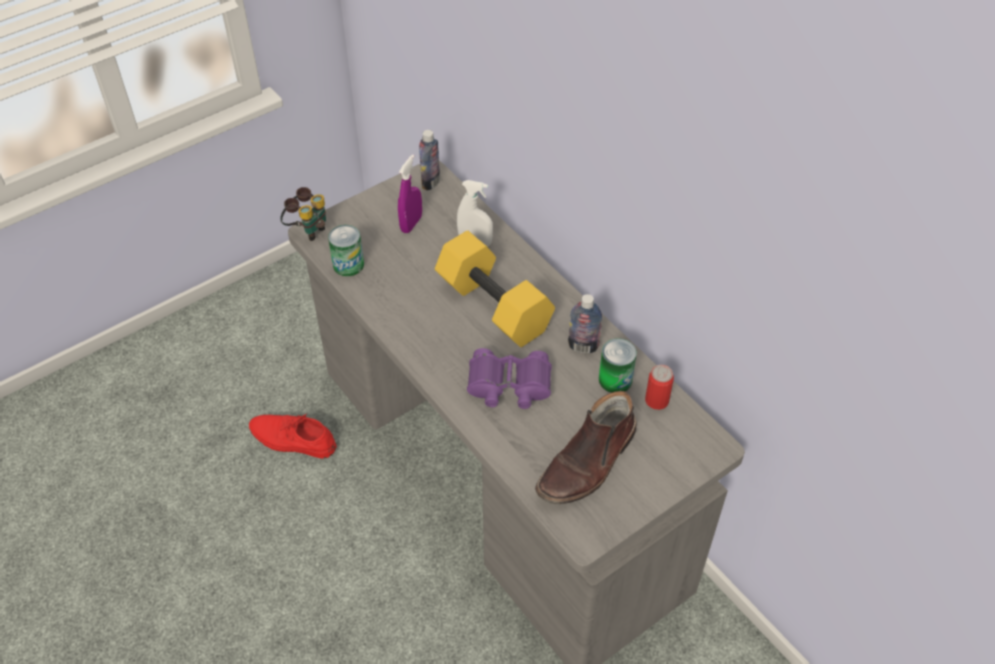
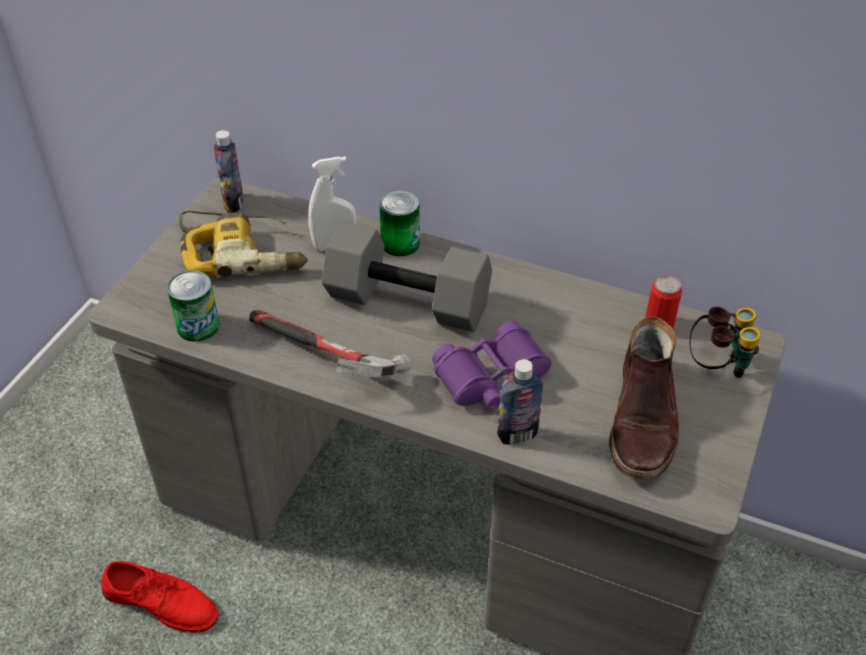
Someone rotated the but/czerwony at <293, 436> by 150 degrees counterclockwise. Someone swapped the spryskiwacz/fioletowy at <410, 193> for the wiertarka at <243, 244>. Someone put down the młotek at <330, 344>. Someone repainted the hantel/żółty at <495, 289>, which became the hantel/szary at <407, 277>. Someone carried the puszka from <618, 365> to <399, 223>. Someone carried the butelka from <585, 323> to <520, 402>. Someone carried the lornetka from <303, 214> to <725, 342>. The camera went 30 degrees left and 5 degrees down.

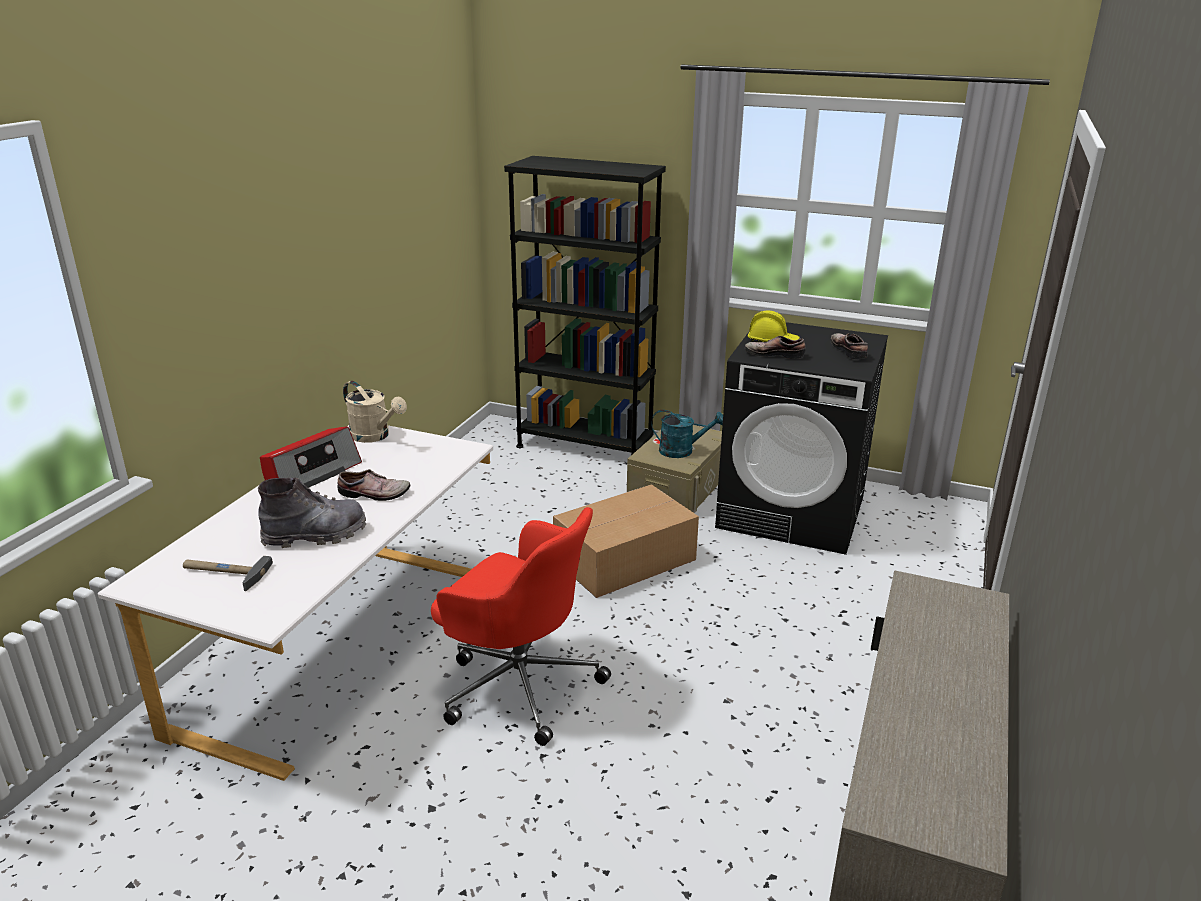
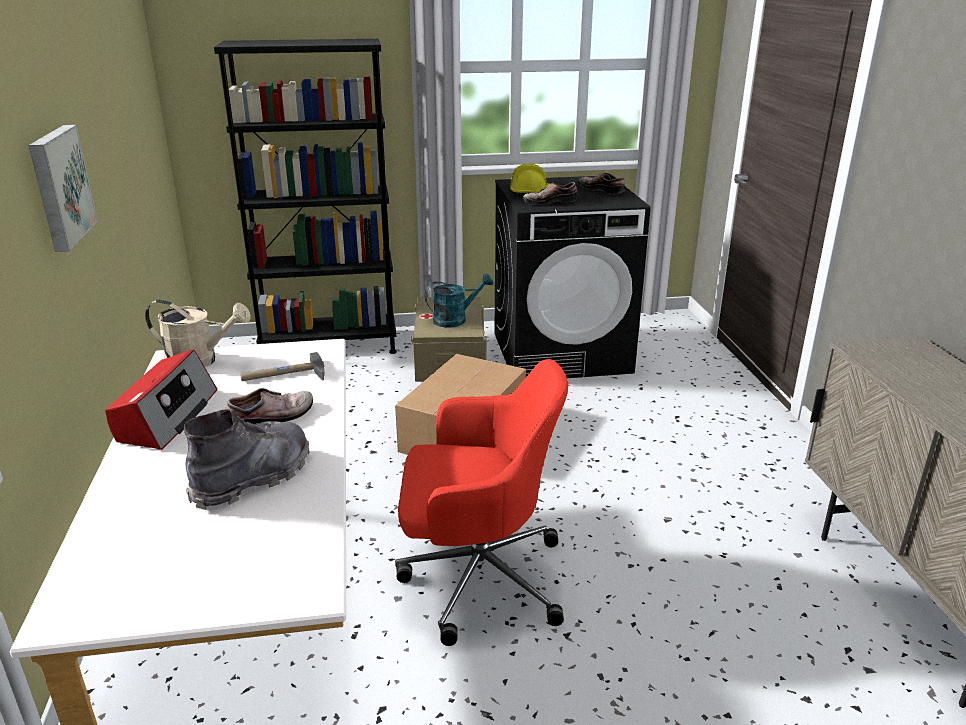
Someone put up the obraz at <63, 188>. Someone carried the młotek from <228, 573> to <282, 366>. The camera went 30 degrees left and 0 degrees up.

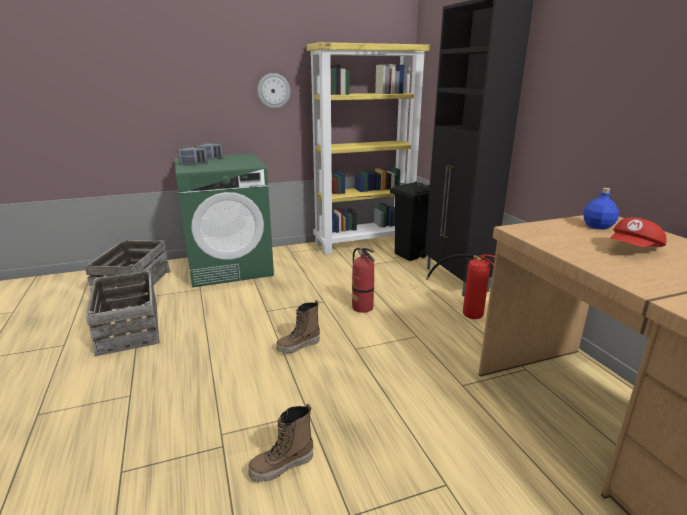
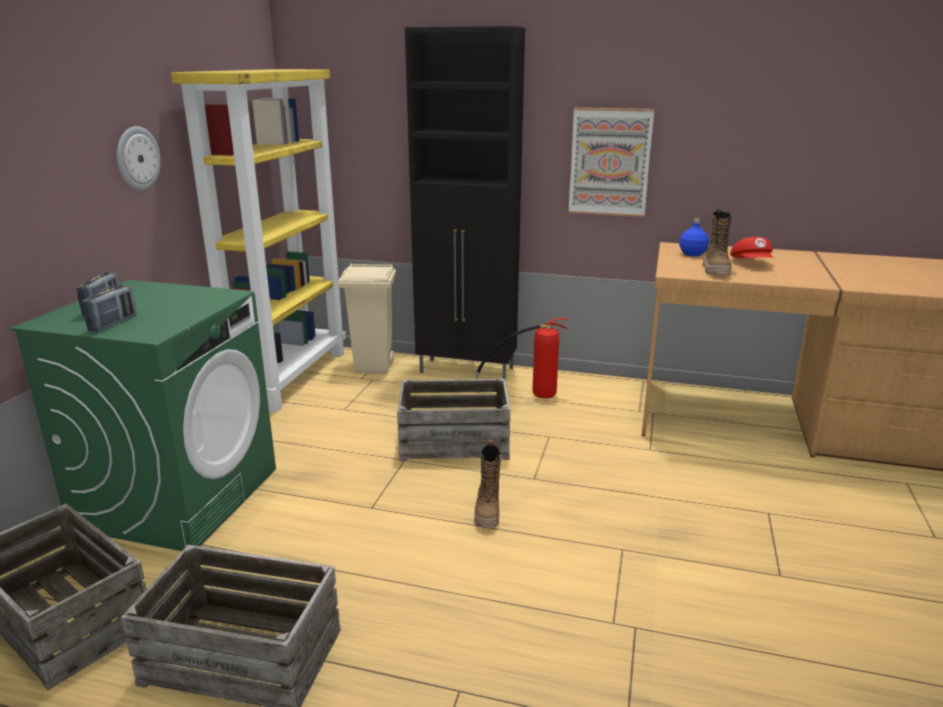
Someone repainted the kosz na śmieci/czarny at <410, 221>, which became the kosz na śmieci/beżowy at <367, 318>. Someone swapped the gaśnica at <363, 280> for the skrzynka at <453, 420>. Someone put up the obraz at <611, 162>. Someone carried the but z cholewką from <280, 443> to <718, 241>. The camera went 55 degrees left and 0 degrees up.

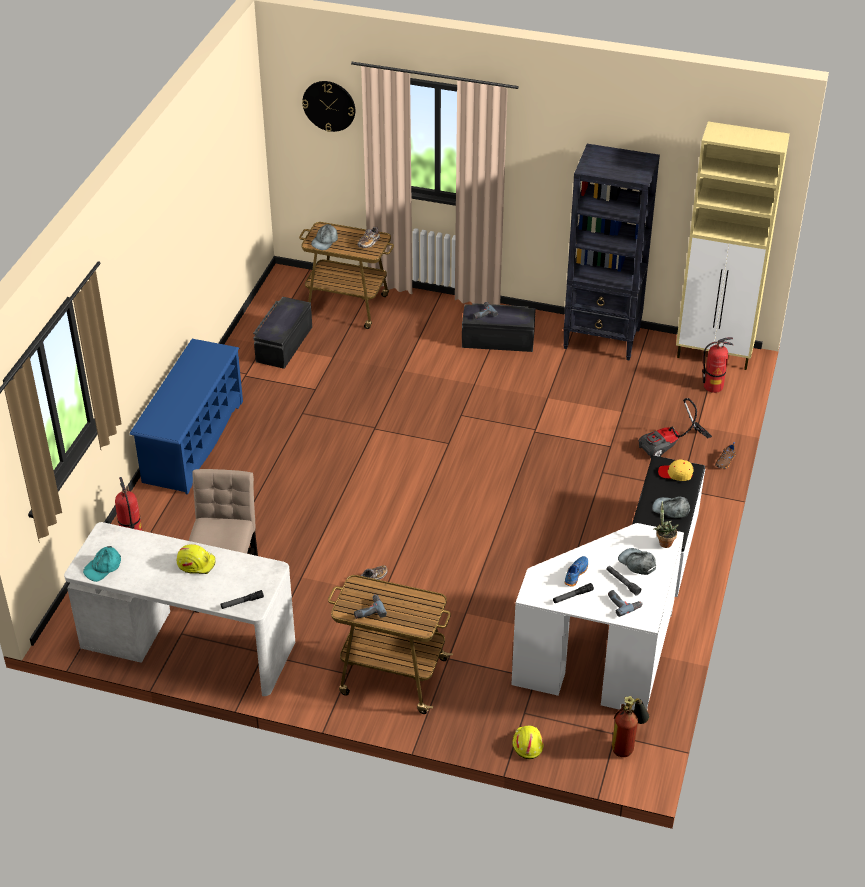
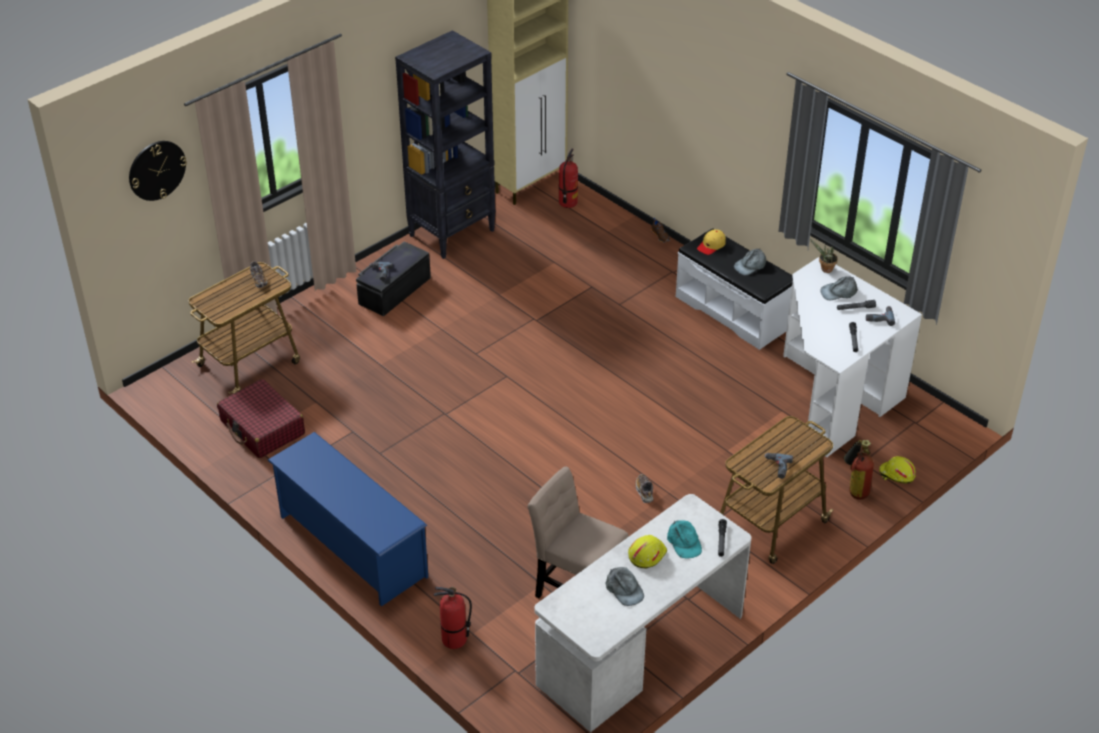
Someone swapped the pojemnik do przechowywania/czarny at <282, 333> for the walizka/czerwony at <261, 418>. Someone carried the czapka z daszkiem/szary from <324, 237> to <625, 586>. Someone carried the czapka z daszkiem/turkusowy from <102, 564> to <684, 539>. Someone carried the gaśnica from <630, 726> to <859, 470>. Someone took away the but/niebieski at <576, 571>. Someone took away the odkurzacz at <675, 428>. The camera went 60 degrees left and 0 degrees up.

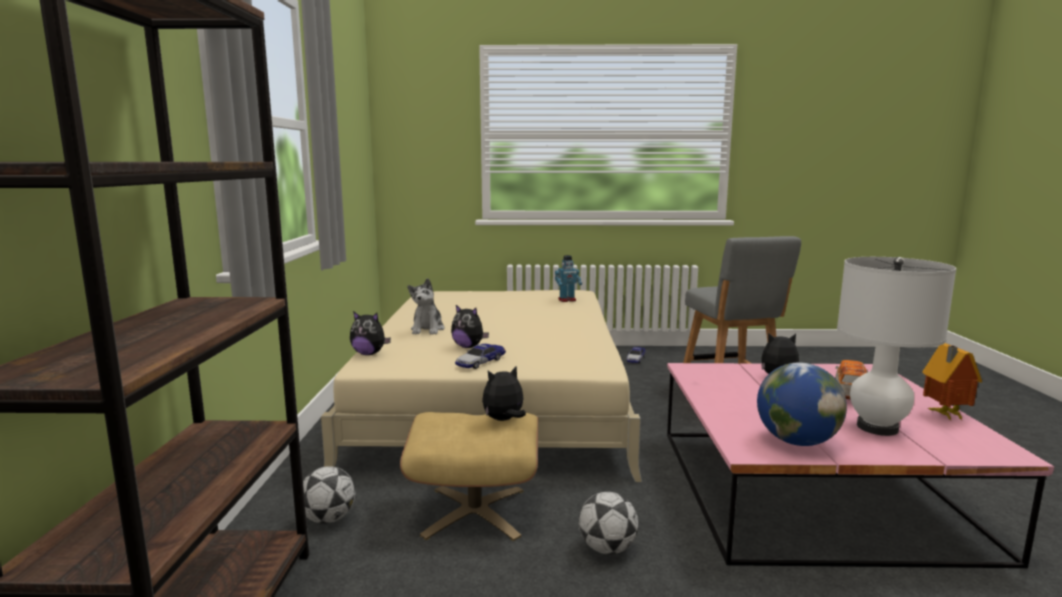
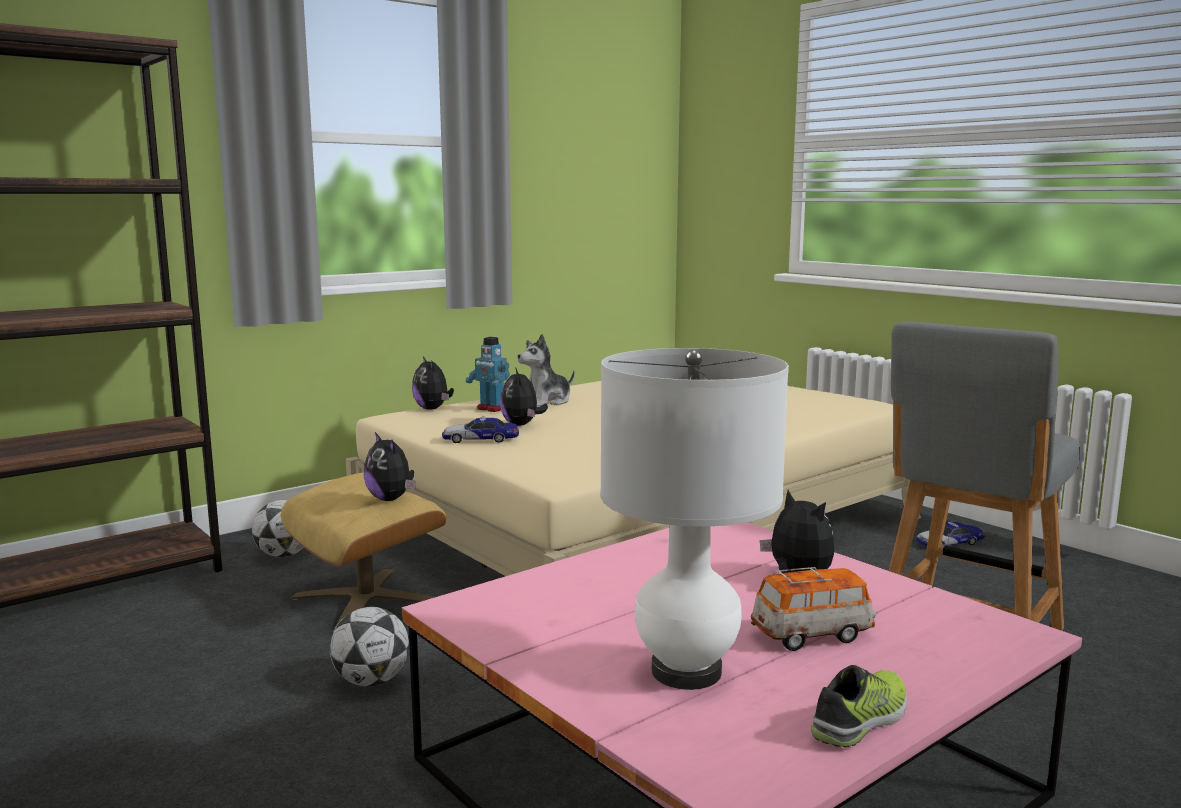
Someone rotated the pluszak at <504, 393> by 150 degrees counterclockwise. Someone carried the robot zabawkowy from <568, 278> to <488, 374>. Someone swapped the domek at <952, 381> for the but at <859, 706>. Someone took away the globus at <802, 404>. The camera went 50 degrees right and 0 degrees up.

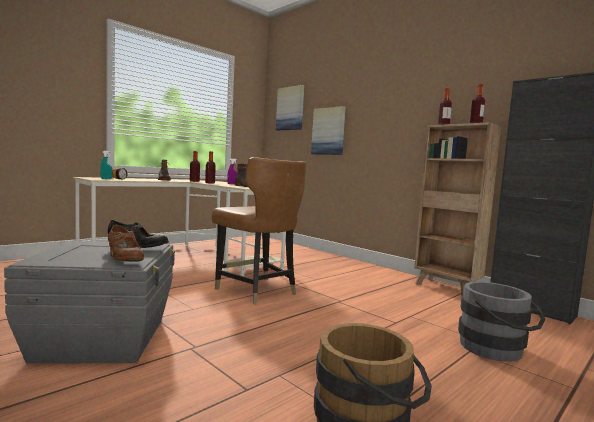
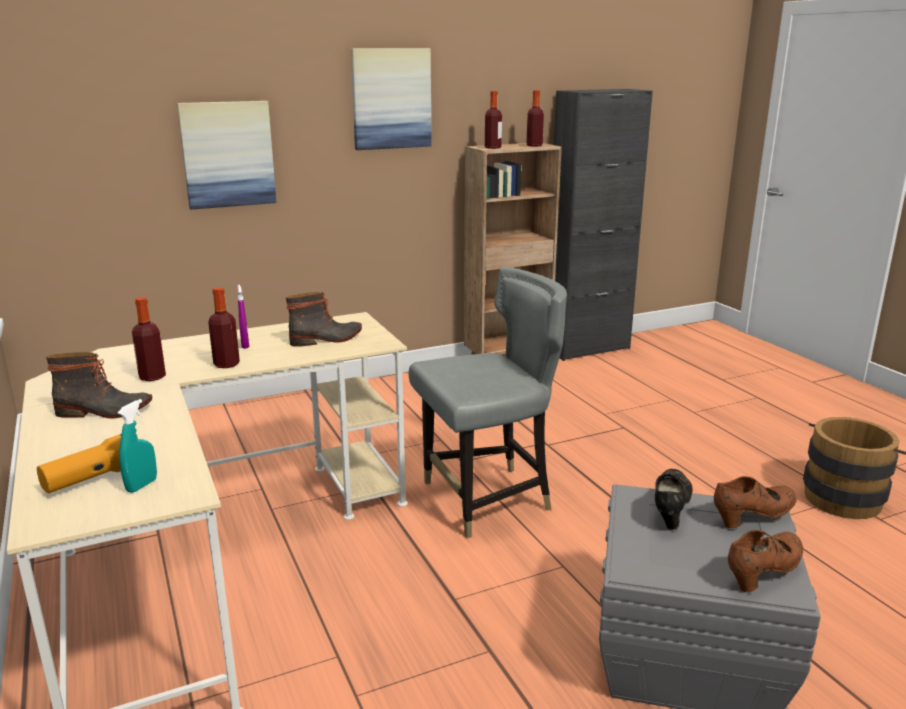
Someone carried the obraz from <290, 107> to <391, 99>. Someone repainted the krzesło/brązowy at <259, 230>, which became the krzesło/szary at <487, 402>. Someone put down the but/brązowy at <765, 561>. Someone took away the wiadro/szary at <501, 321>. The camera went 70 degrees left and 15 degrees up.

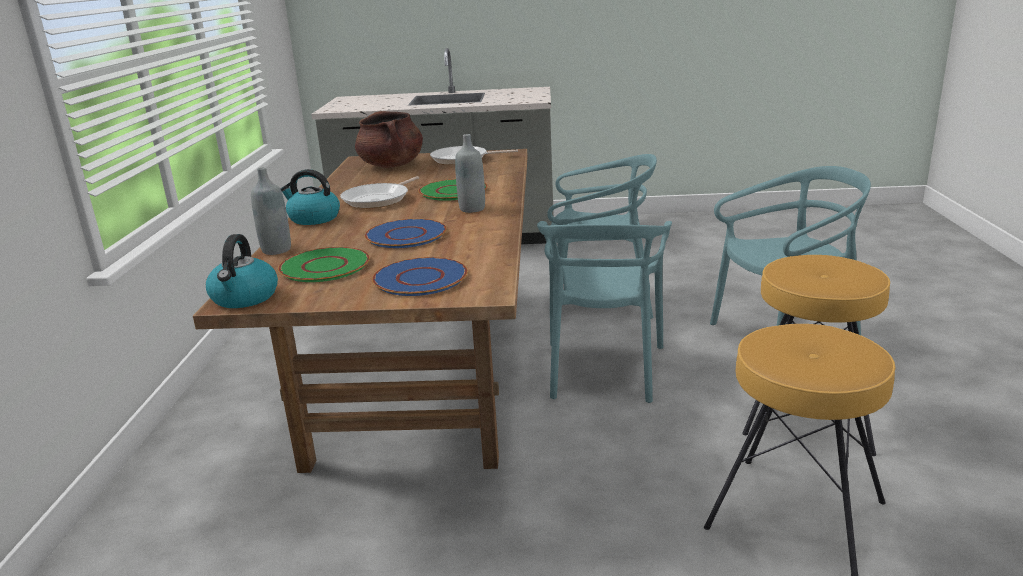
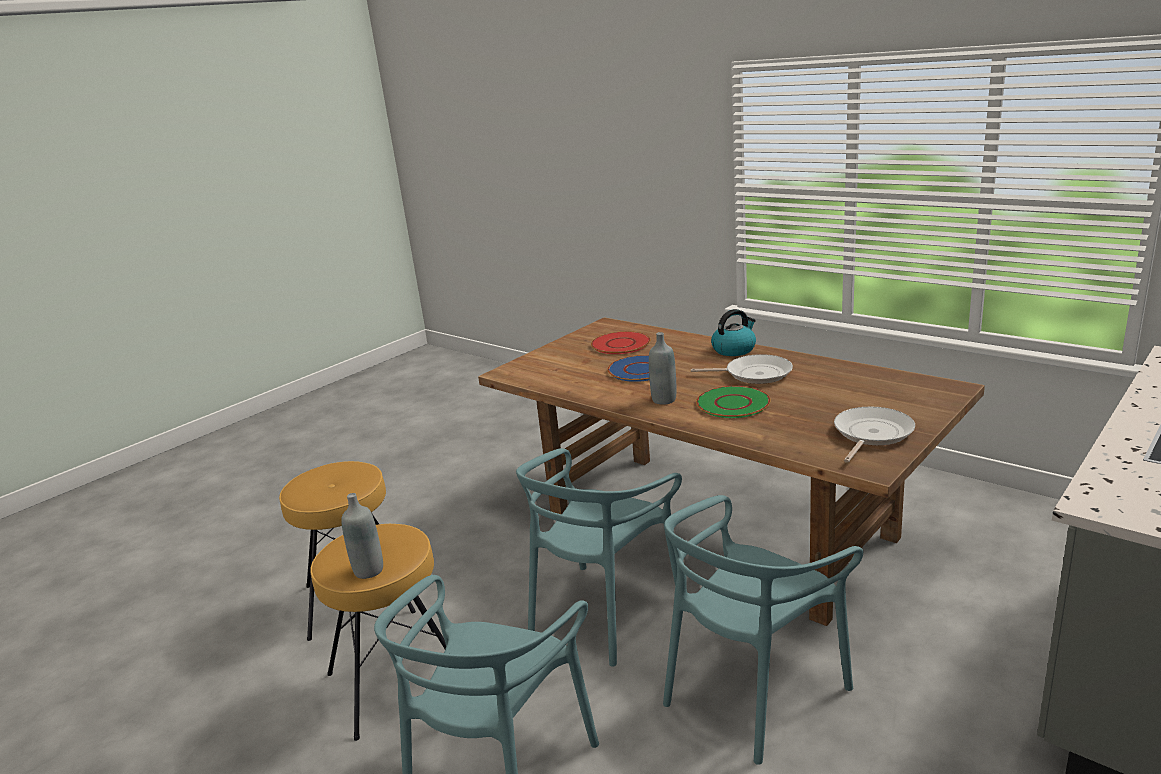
Someone carried the butelka/szary from <271, 211> to <362, 536>. Someone rotated the krzesło/turkusowy at <604, 312> by 105 degrees counterclockwise. Someone repainted the talerz/zielony at <324, 264>, which became the talerz/czerwony at <621, 342>. Someone rotated the patelnia at <379, 192> by 120 degrees clockwise. Someone took away the czajnik at <242, 271>. Someone took away the garnek/brązowy at <389, 139>. Someone took away the talerz/niebieski at <420, 276>. The camera went 130 degrees right and 0 degrees up.

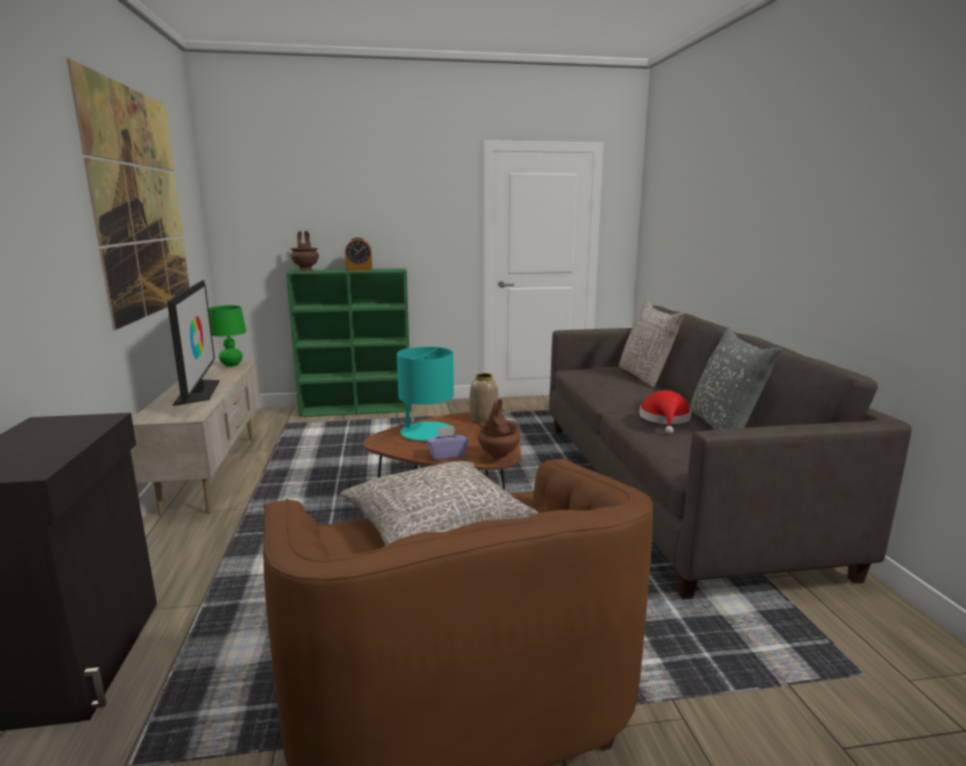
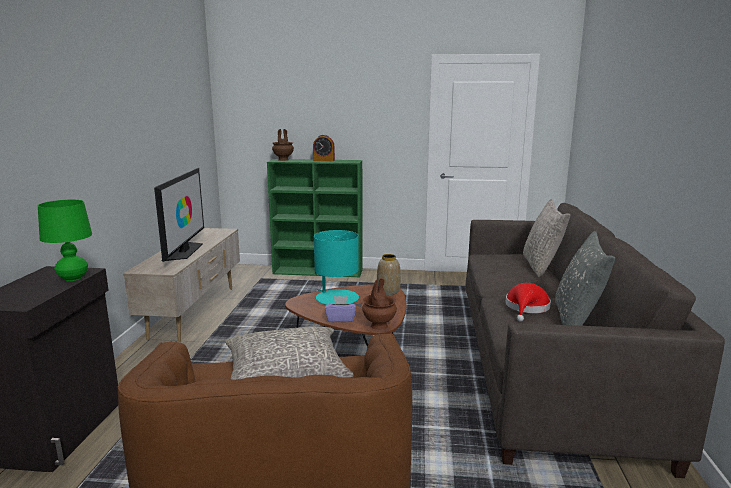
Someone carried the lampa stołowa/zielony from <227, 336> to <65, 240>. Someone took away the obraz at <128, 194>. The camera went 15 degrees right and 0 degrees up.

